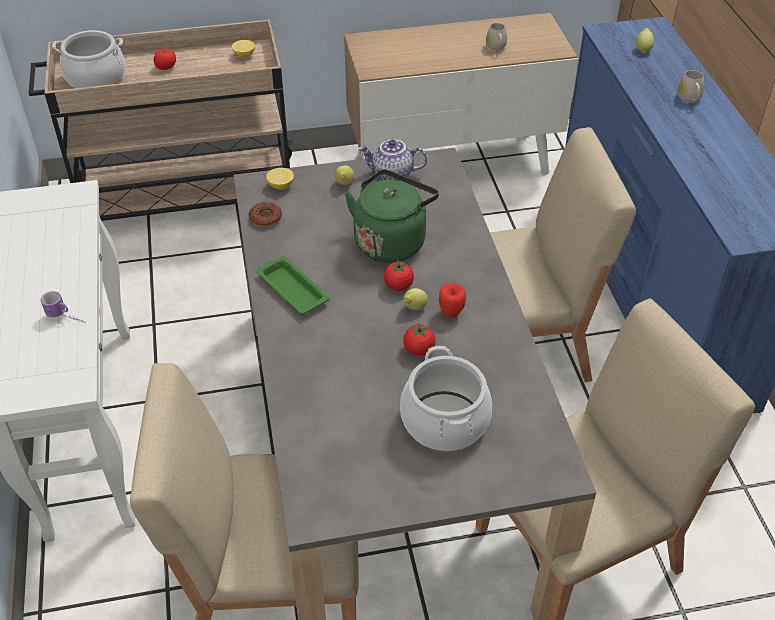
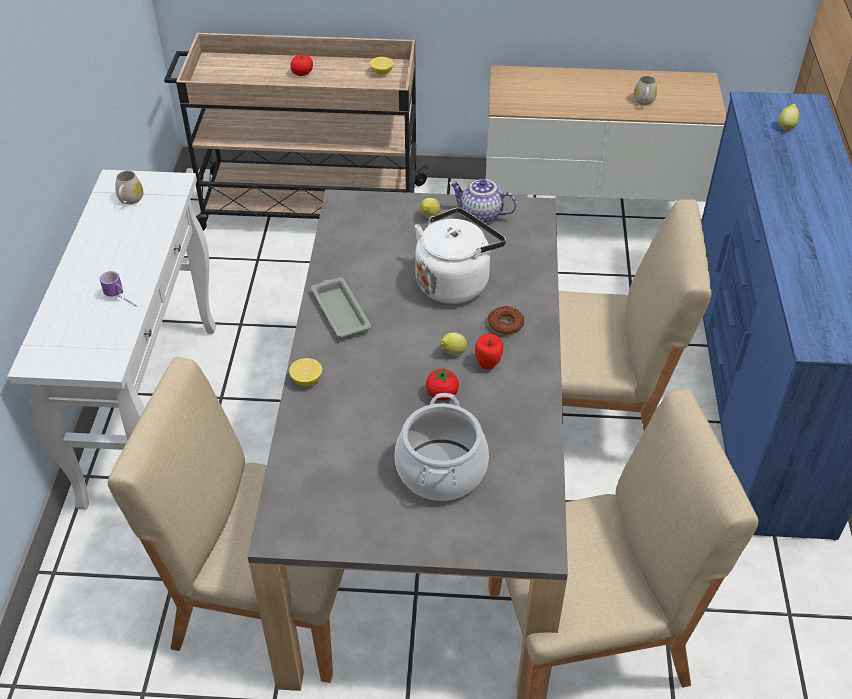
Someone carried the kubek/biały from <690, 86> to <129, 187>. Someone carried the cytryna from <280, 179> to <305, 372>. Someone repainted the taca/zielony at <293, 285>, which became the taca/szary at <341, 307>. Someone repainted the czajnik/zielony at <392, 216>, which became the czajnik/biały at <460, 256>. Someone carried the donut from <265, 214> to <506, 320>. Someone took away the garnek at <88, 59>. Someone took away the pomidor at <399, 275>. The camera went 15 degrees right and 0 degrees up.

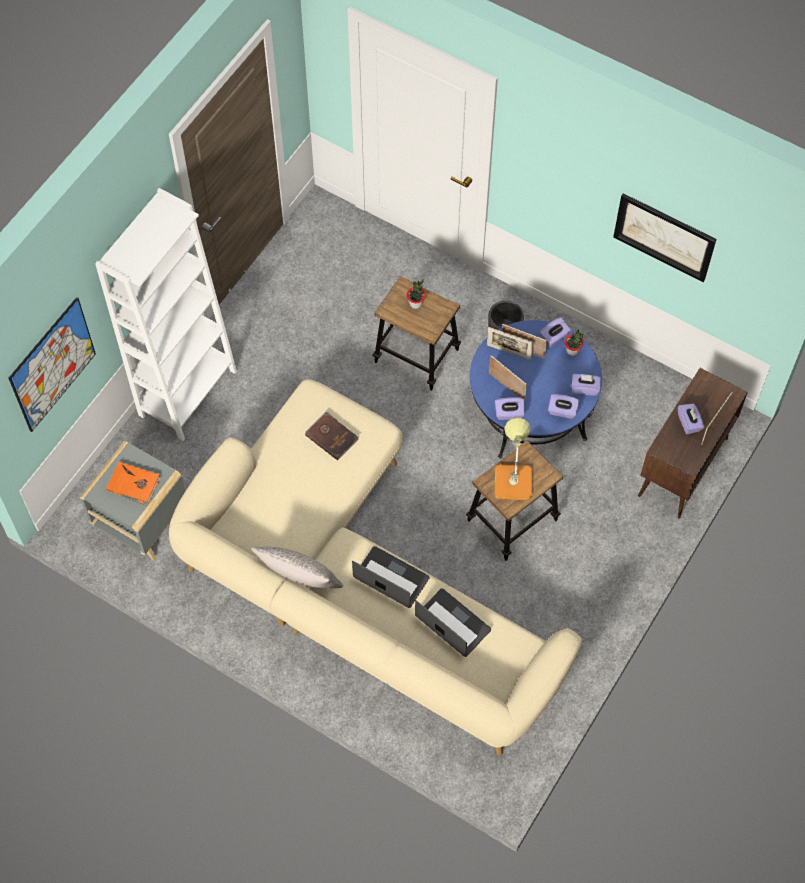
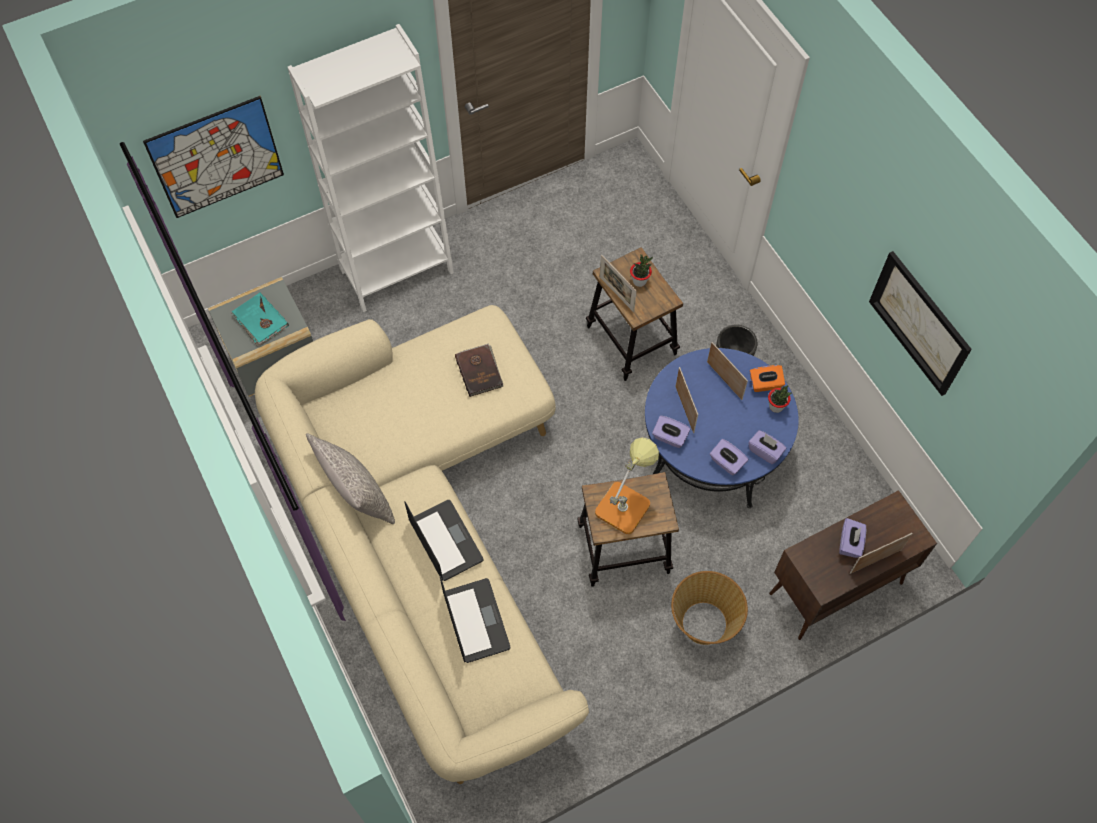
Someone repainted the książka/pomarańczowy at <133, 484>, which became the książka/turkusowy at <260, 319>. Someone carried the ramka na zdjęcie from <510, 343> to <618, 283>. Someone put down the koszyk at <709, 608>. Someone repainted the pudełko chusteczek/fioletowy at <555, 332>, which became the pudełko chusteczek/pomarańczowy at <767, 378>. The camera went 30 degrees right and 0 degrees up.

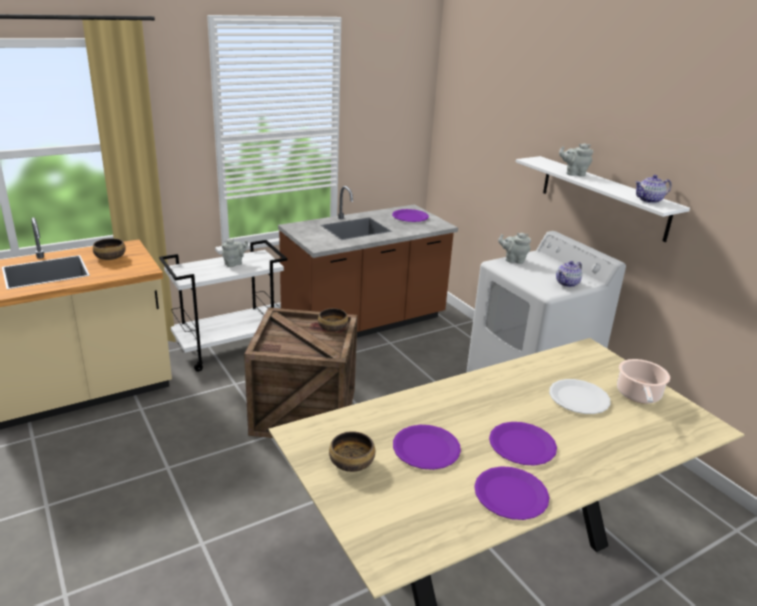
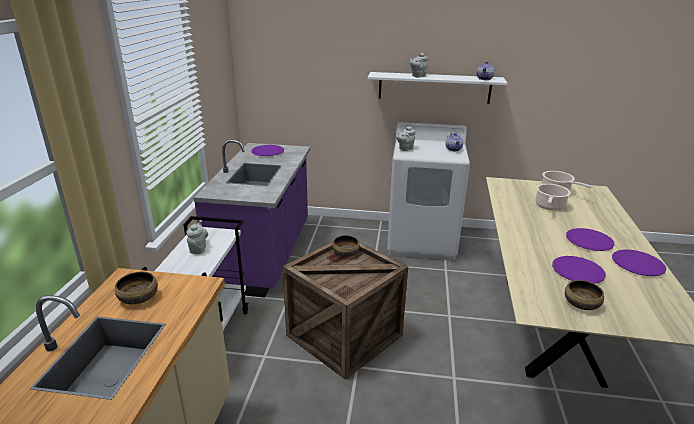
Someone repainted the zabudowa kuchenna/brązowy at <368, 262>, which became the zabudowa kuchenna/fioletowy at <251, 218>. Someone swapped the talerz/biały at <580, 396> for the garnek at <553, 197>. The camera went 50 degrees left and 0 degrees up.

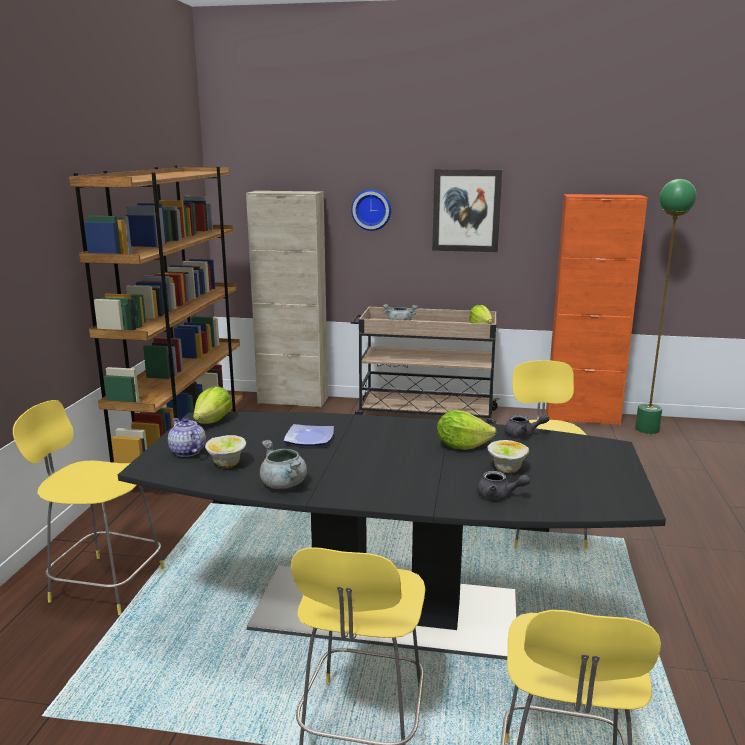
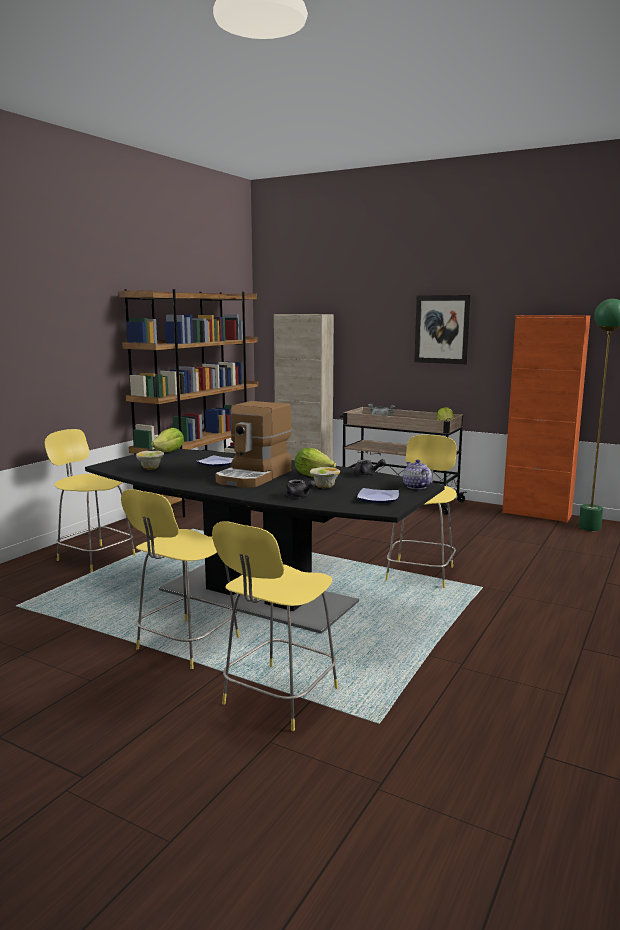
Someone put down the ekspres do kawy at <253, 444>. Someone put down the talerz at <378, 495>. Someone carried the imbryk from <187, 437> to <417, 474>. Someone took away the garnek/szary at <283, 464>. Someone took away the zegar ścienny at <371, 210>. The camera went 20 degrees right and 5 degrees down.

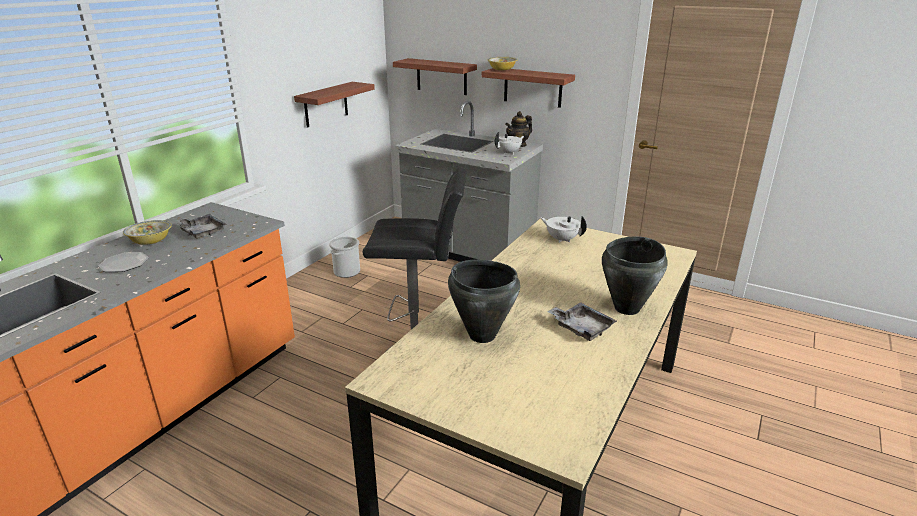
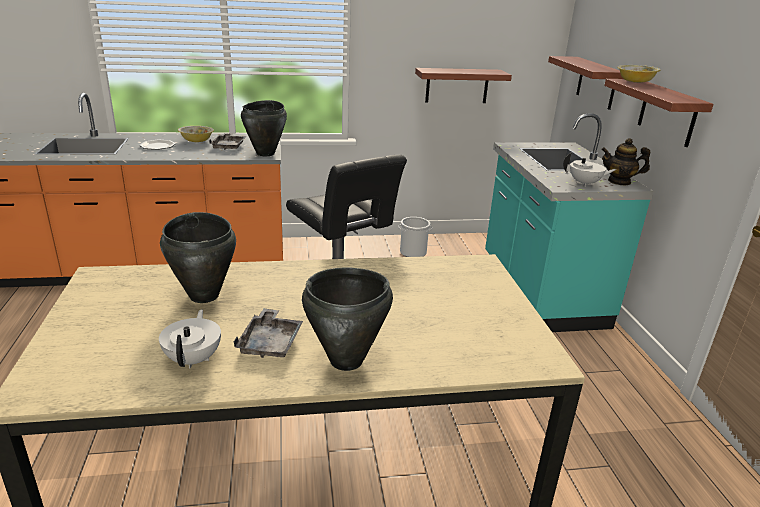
Someone carried the imbryk/biały from <563, 229> to <190, 338>. Someone put down the garnek/czarny at <264, 128>. Someone repainted the zabudowa kuchenna/szary at <469, 181>, which became the zabudowa kuchenna/turkusowy at <569, 222>. The camera went 50 degrees right and 0 degrees up.

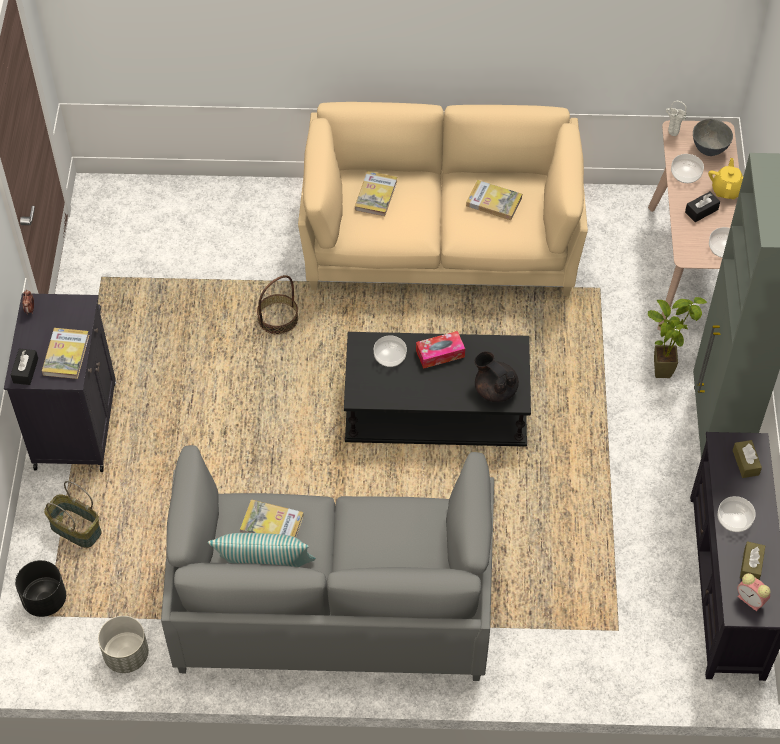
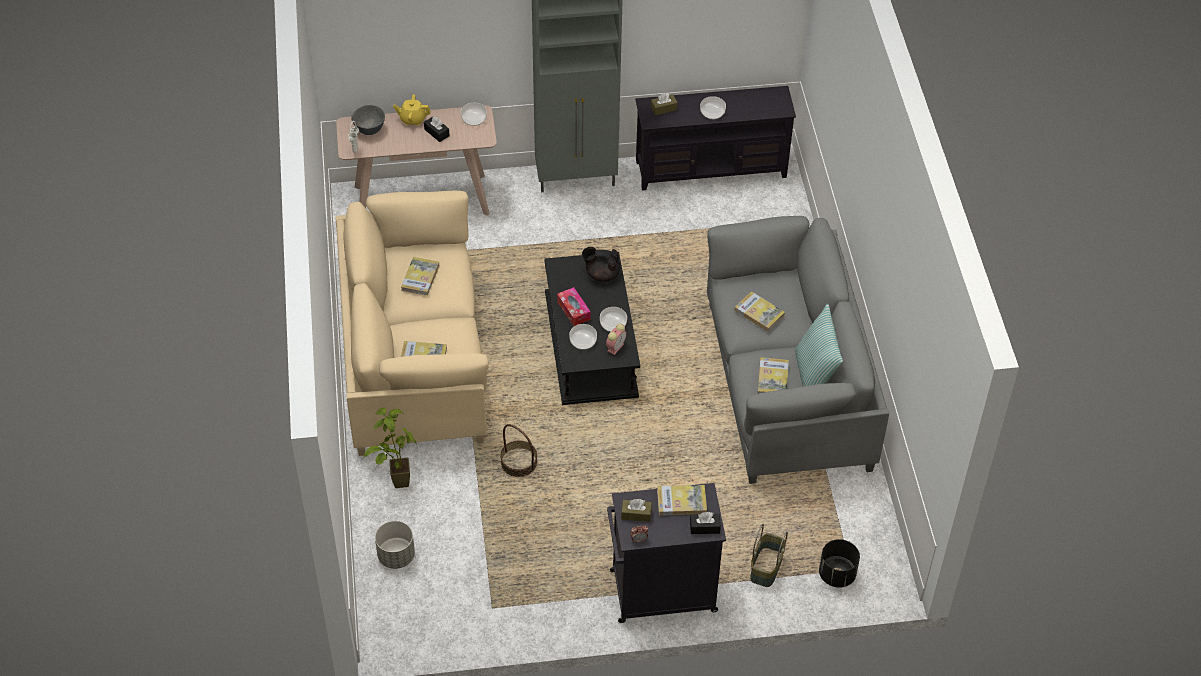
Someone carried the roślina doniczkowa from <677, 337> to <390, 448>. Someone carried the donica/szary from <123, 644> to <395, 545>. Someone rotated the imbryk/czarny at <496, 376> by 60 degrees clockwise. Someone carried the miska from <687, 168> to <613, 319>. Someone carried the budzik from <754, 592> to <616, 339>. Someone carried the pudełko chusteczek/brązowy from <752, 560> to <636, 510>. Someone put down the książka at <759, 311>. The camera went 100 degrees left and 5 degrees down.

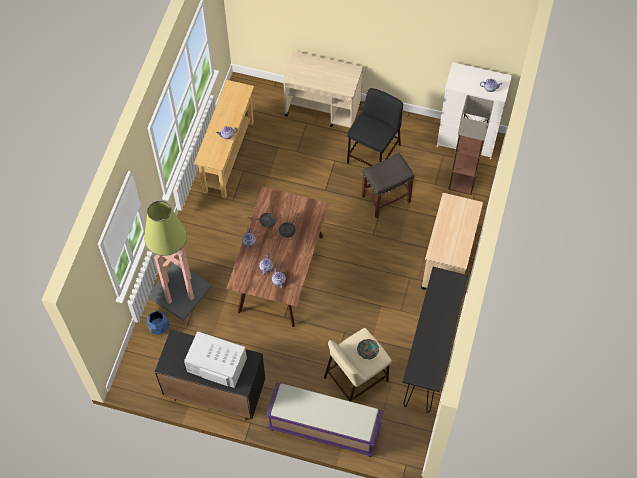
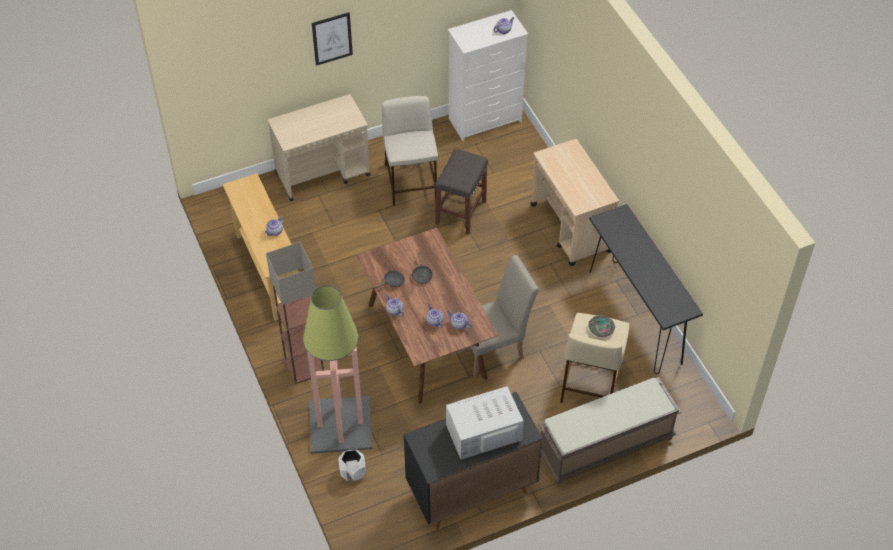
Someone carried the lampa stojąca from <471, 145> to <295, 313>. Someone put up the obraz at <332, 39>. Someone repainted the donica/niebieski at <157, 323>, which became the donica/biały at <352, 465>. Someone repainted the stołek/czarny at <375, 127>, which became the stołek/beżowy at <410, 151>. Someone put down the krzesło/beżowy at <504, 316>. Someone repainted the ławka/fioletowy at <324, 420>, which became the ławka/brązowy at <610, 430>. The camera went 40 degrees left and 10 degrees down.

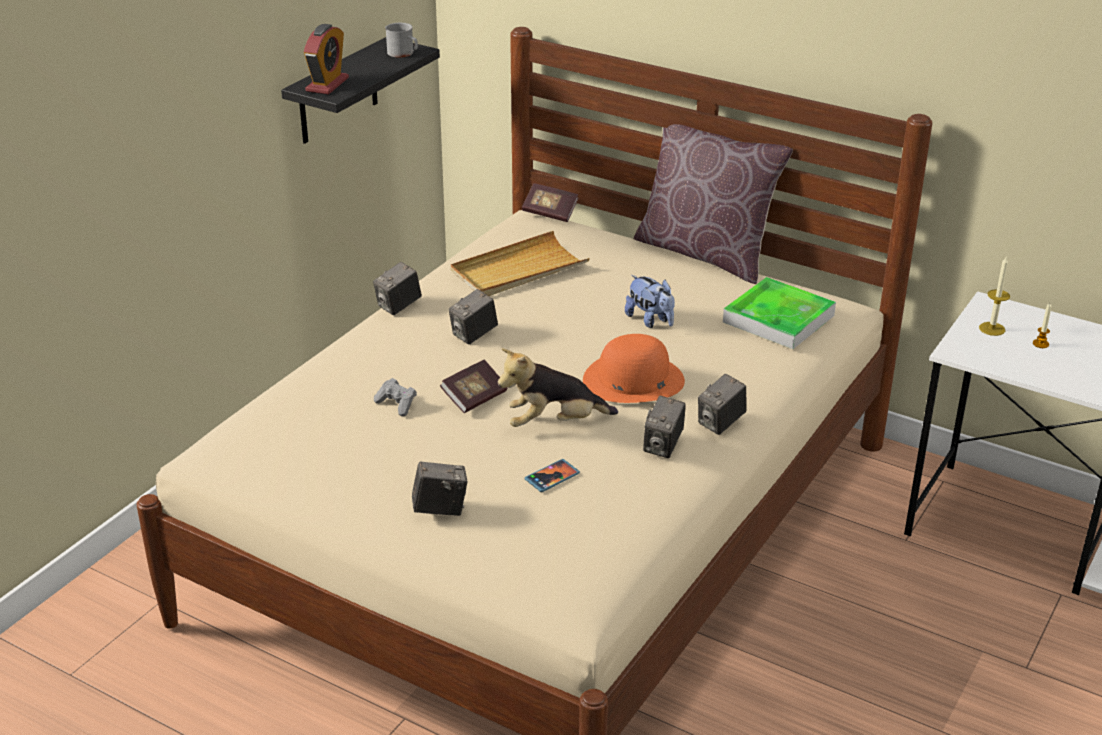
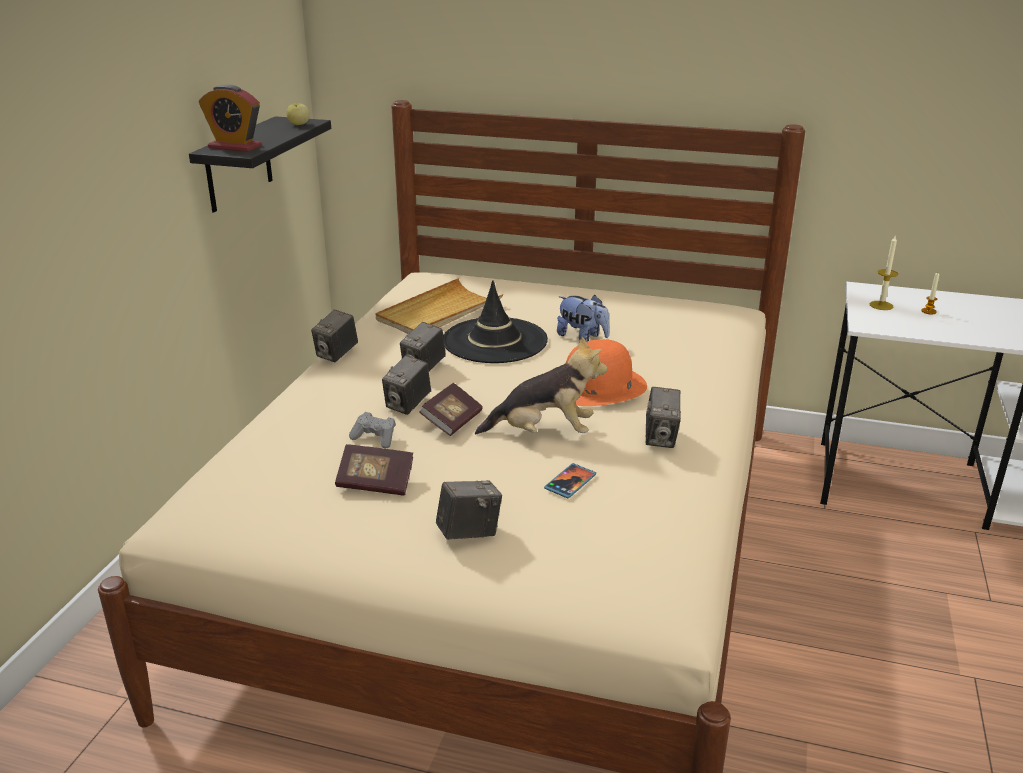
Someone rotated the budzik at <326, 59> by 105 degrees clockwise. Someone swapped the kubek/szary at <401, 40> for the jabłko at <298, 114>. Someone carried the książka from <550, 202> to <374, 470>. Someone carried the aparat fotograficzny from <722, 404> to <406, 385>. Someone put down the kapelusz/czarny at <495, 321>. Someone rotated the pluszak at <558, 387> by 150 degrees counterclockwise. Someone took away the poduszka/brązowy at <713, 204>. Someone took away the taca at <779, 313>. The camera went 15 degrees left and 5 degrees down.

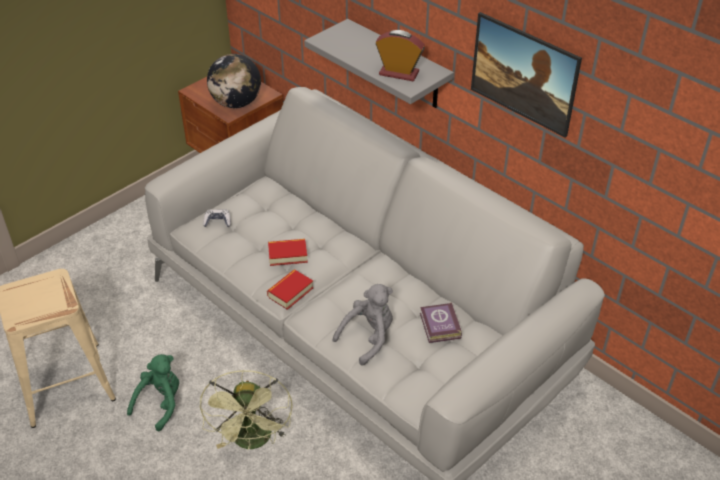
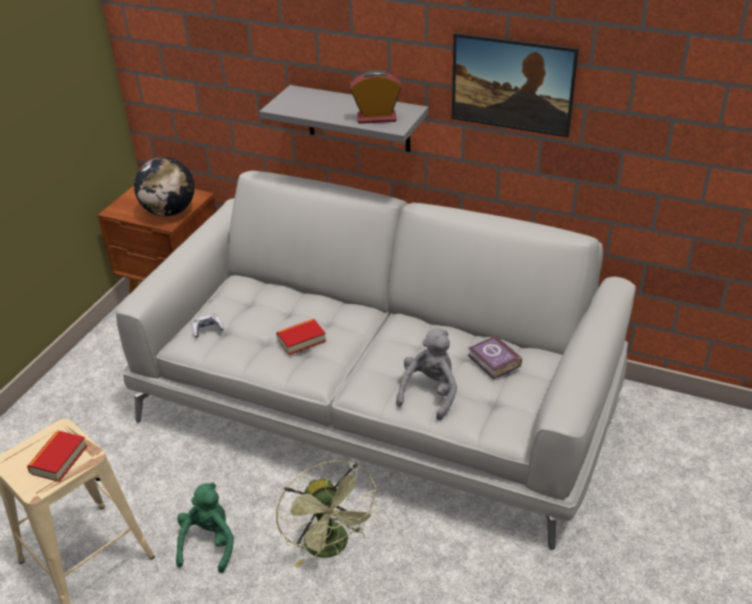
Someone carried the książka from <290, 289> to <57, 456>. The camera went 20 degrees left and 5 degrees down.

